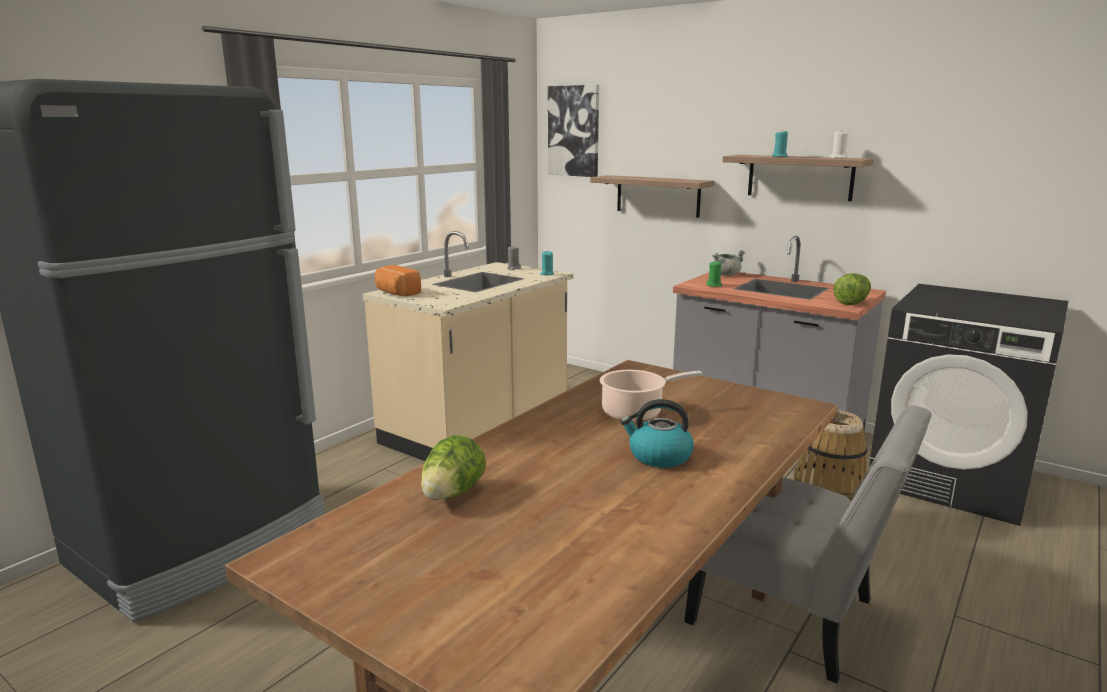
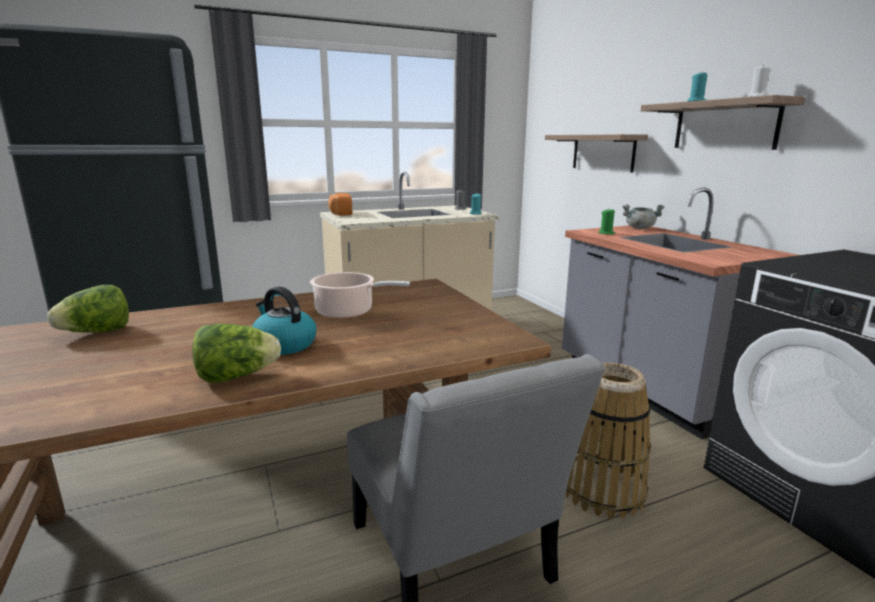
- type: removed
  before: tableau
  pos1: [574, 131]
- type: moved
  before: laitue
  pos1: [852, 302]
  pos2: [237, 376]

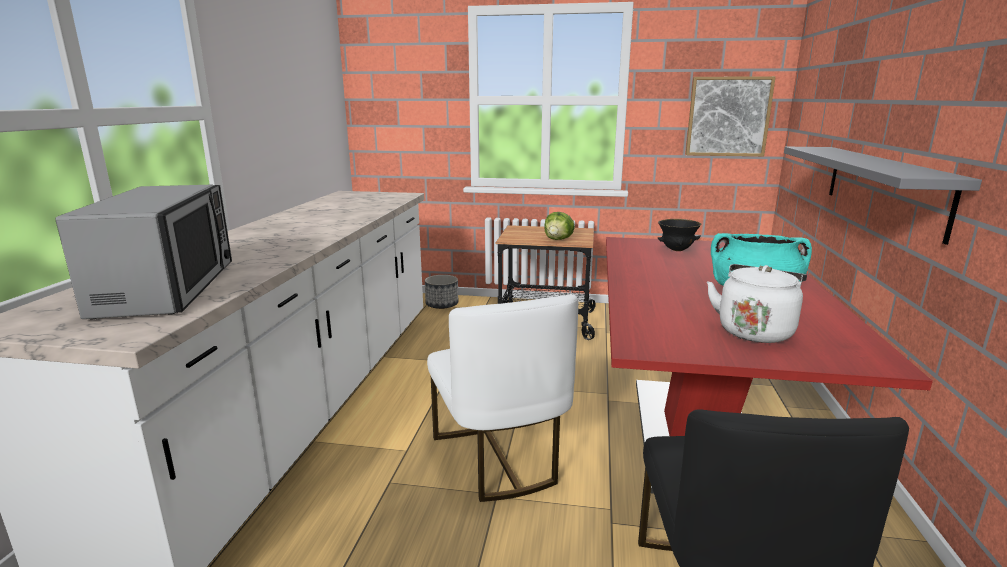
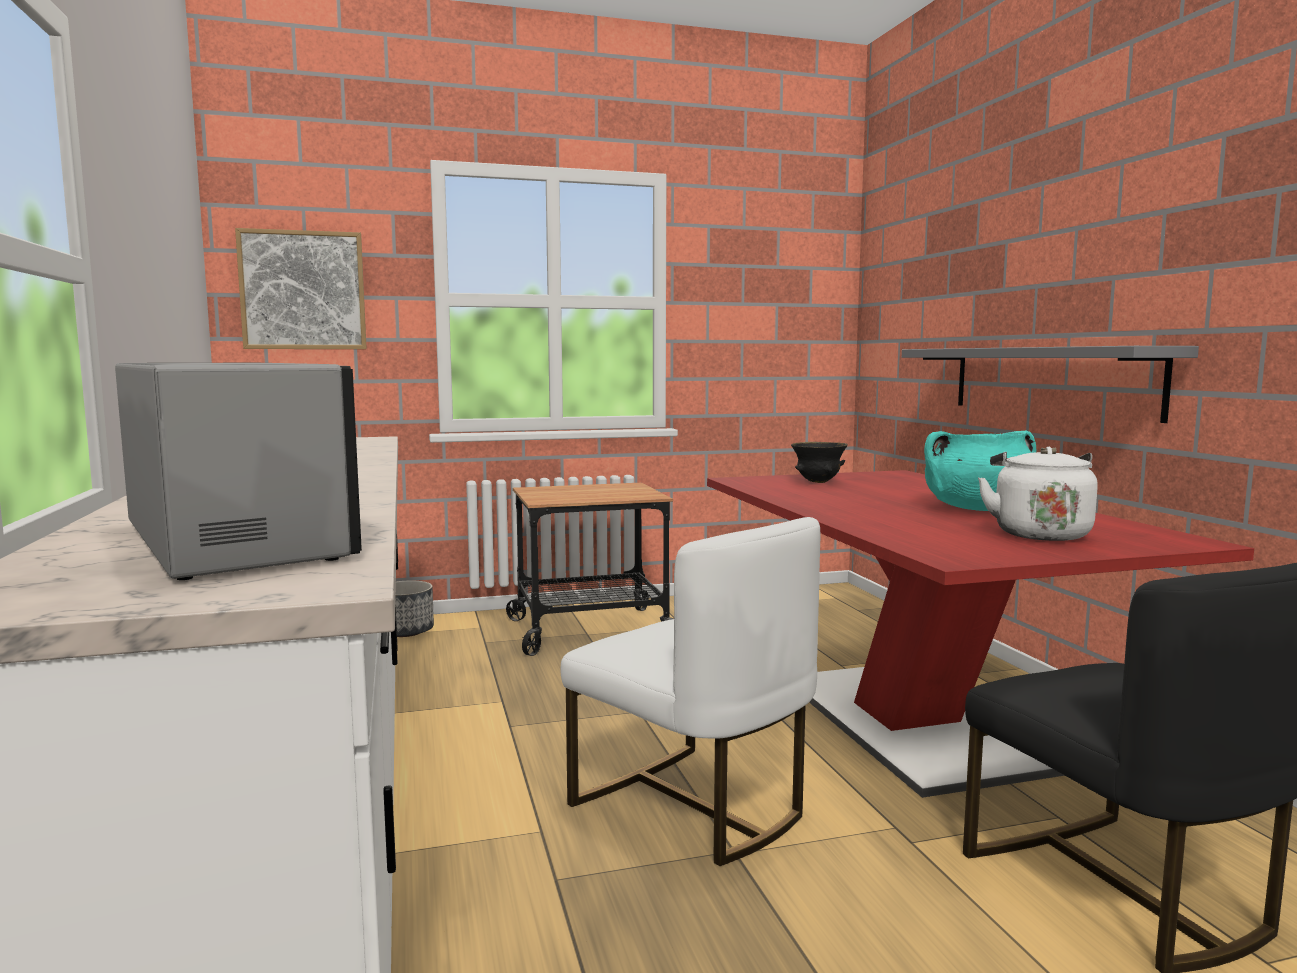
- type: removed
  before: laitue
  pos1: [558, 239]
- type: moved
  before: tableau
  pos1: [728, 116]
  pos2: [303, 290]

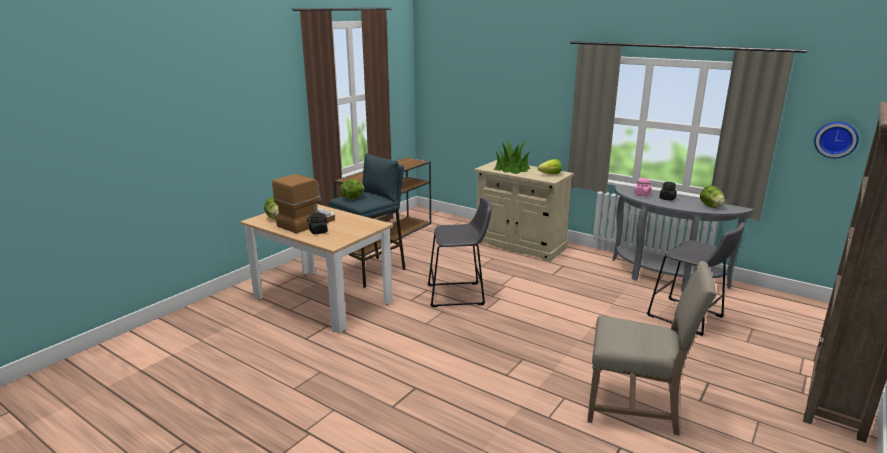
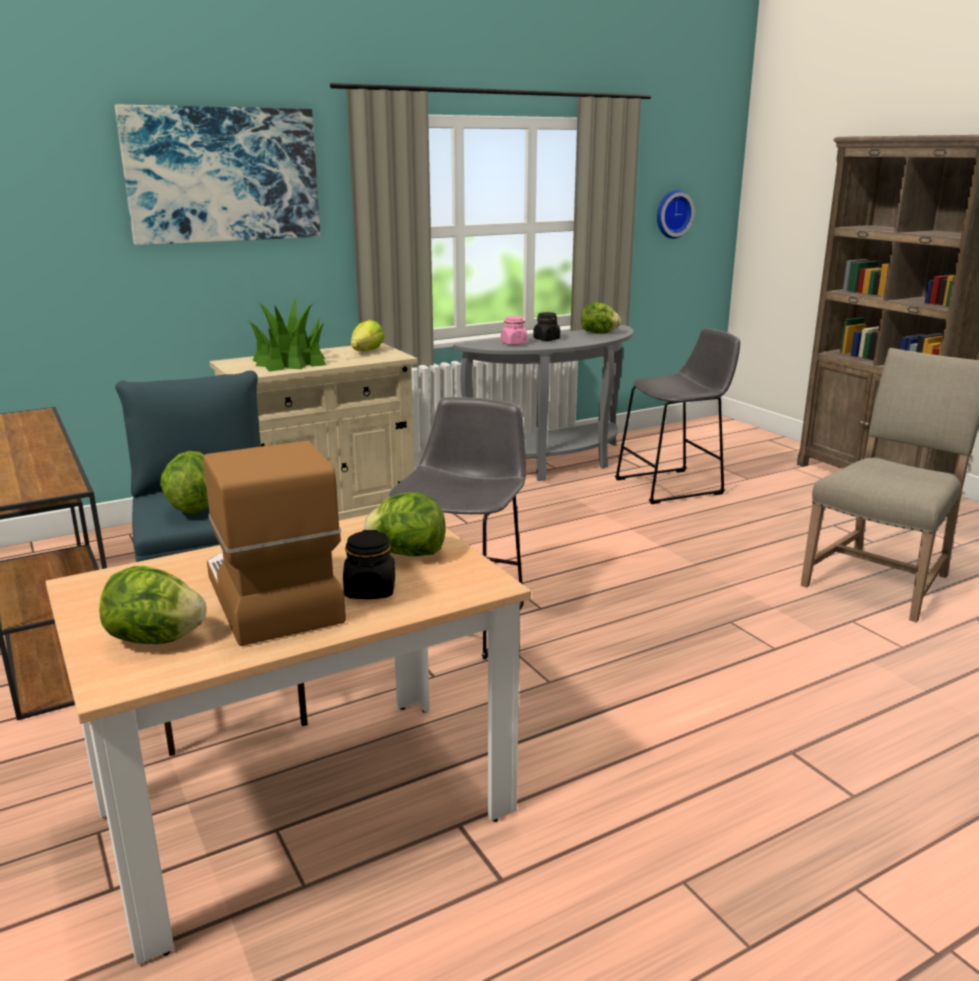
- type: added
  after: tableau
  pos2: [223, 175]
- type: added
  after: laitue
  pos2: [407, 553]

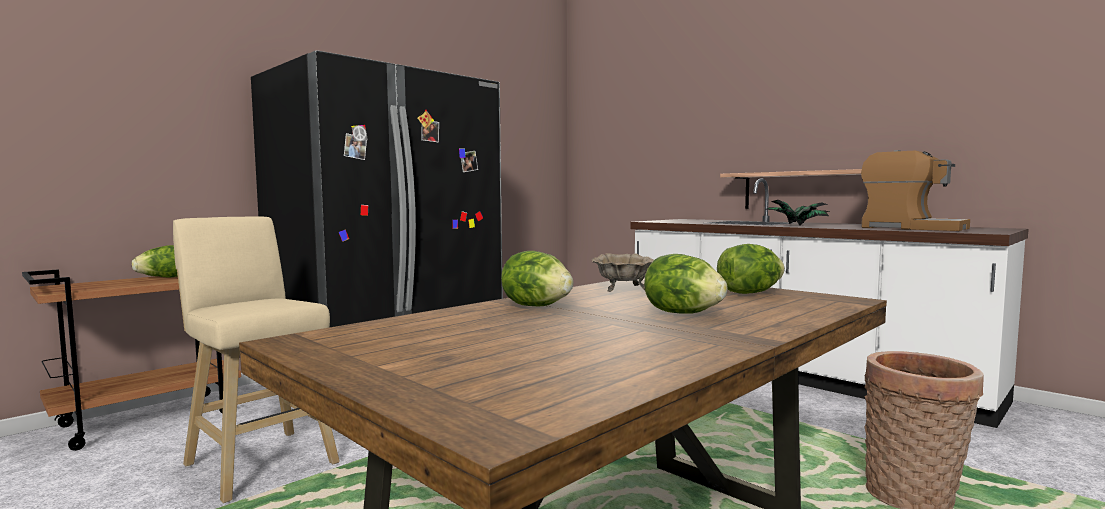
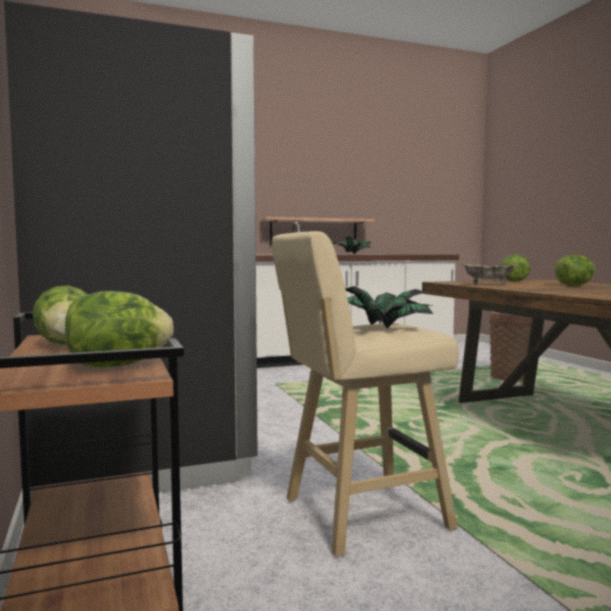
- type: moved
  before: laitue
  pos1: [536, 306]
  pos2: [117, 366]
- type: removed
  before: machine à café
  pos1: [911, 228]
- type: added
  after: plante en pot
  pos2: [381, 327]

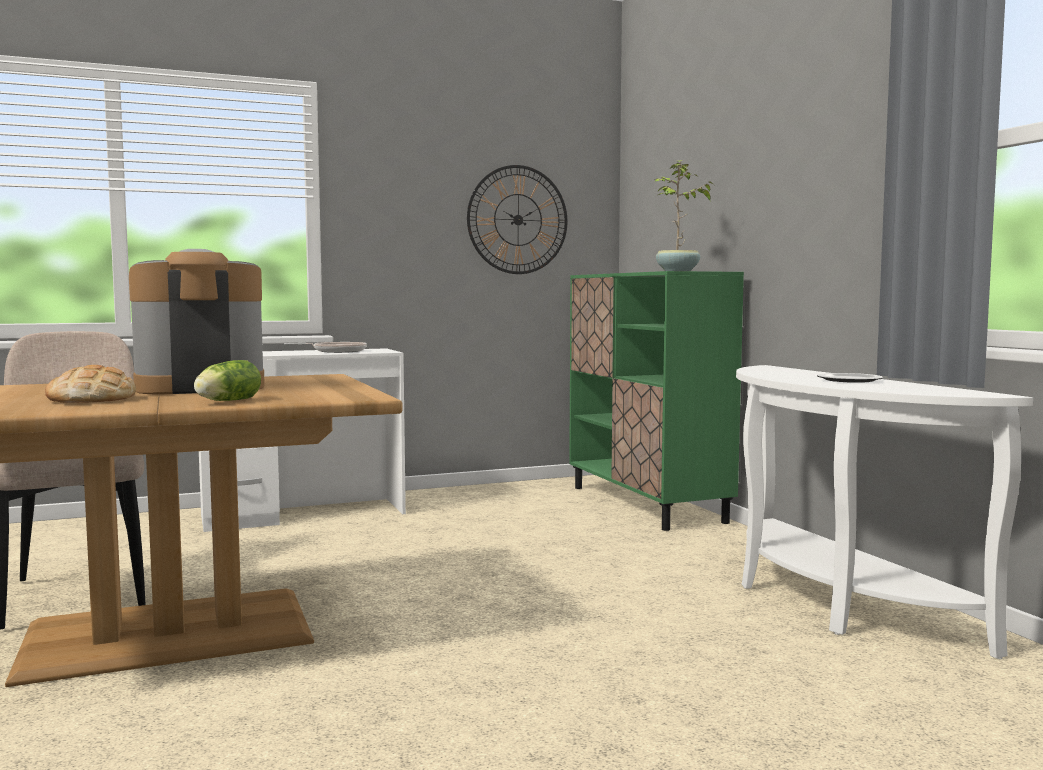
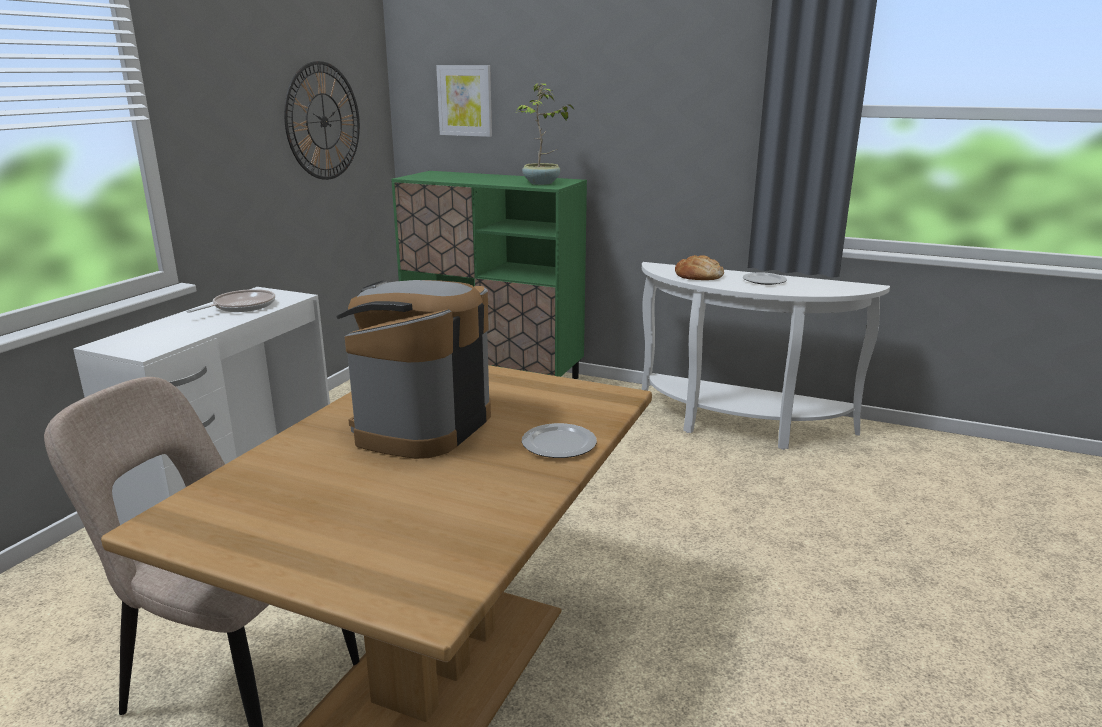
- type: moved
  before: pain
  pos1: [92, 399]
  pos2: [699, 275]
- type: replaced
  before: laitue
  after: assiette
  pos1: [226, 401]
  pos2: [559, 443]
- type: added
  after: tableau
  pos2: [465, 100]

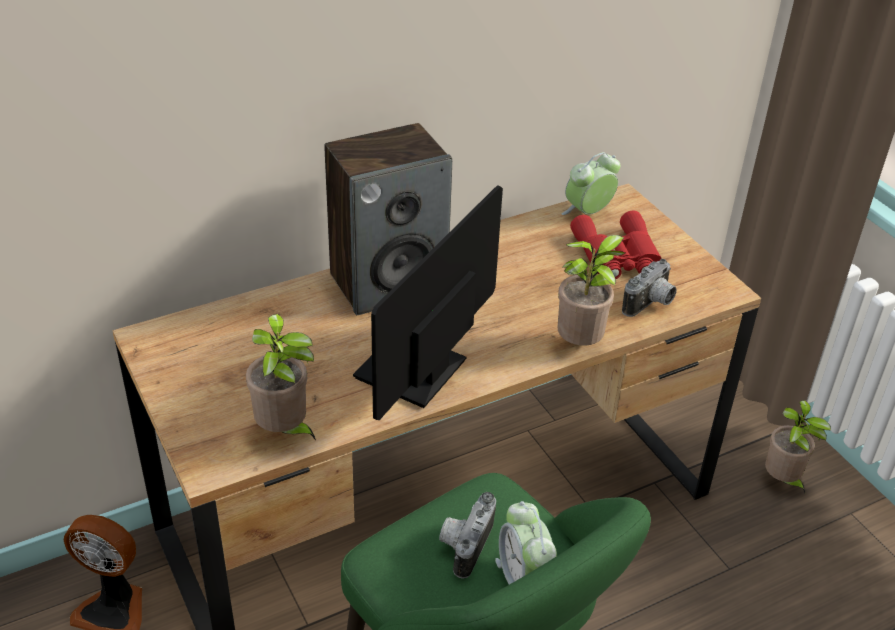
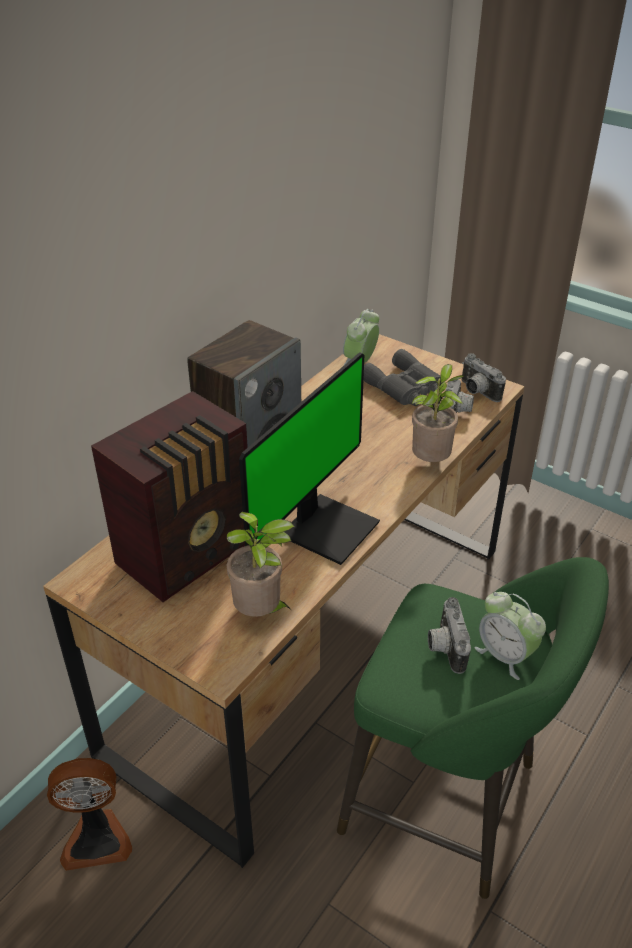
- type: turned
  before: écran d'ordinateur
  pos1: [414, 372]
  pos2: [326, 527]
  turn: -150
- type: recoloured
  before: jumelles/rouge
  after: jumelles/gris
  pos1: [616, 255]
  pos2: [405, 387]
- type: removed
  before: plante en pot
  pos1: [782, 481]
- type: added
  after: radio
  pos2: [189, 553]
- type: added
  after: appareil photo
  pos2: [476, 392]

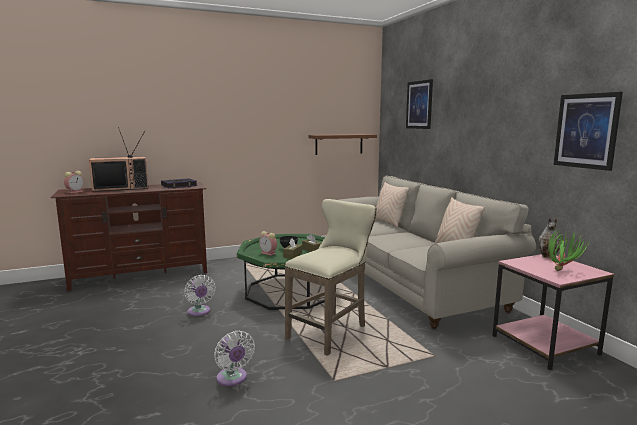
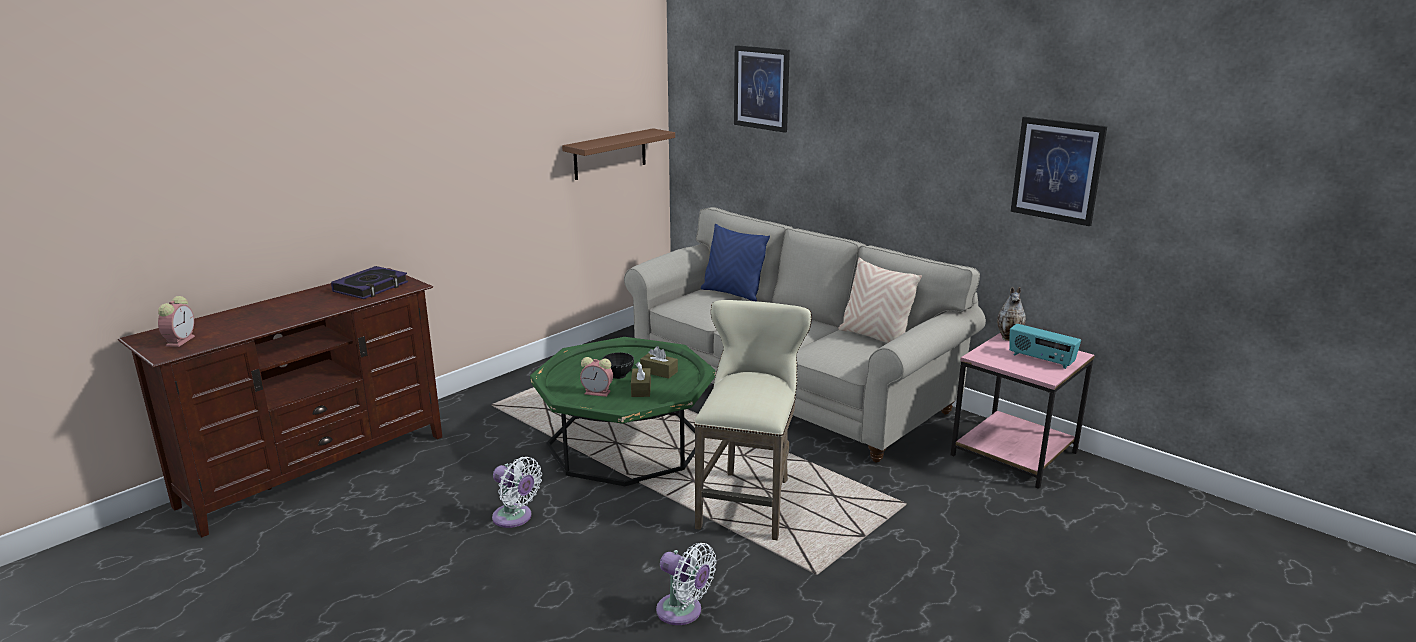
- type: removed
  before: téléviseur
  pos1: [122, 188]
- type: recoloured
  before: coussin/beige
  after: coussin/bleu
  pos1: [388, 222]
  pos2: [733, 293]
- type: replaced
  before: plante en pot
  after: radio
  pos1: [562, 270]
  pos2: [1040, 360]

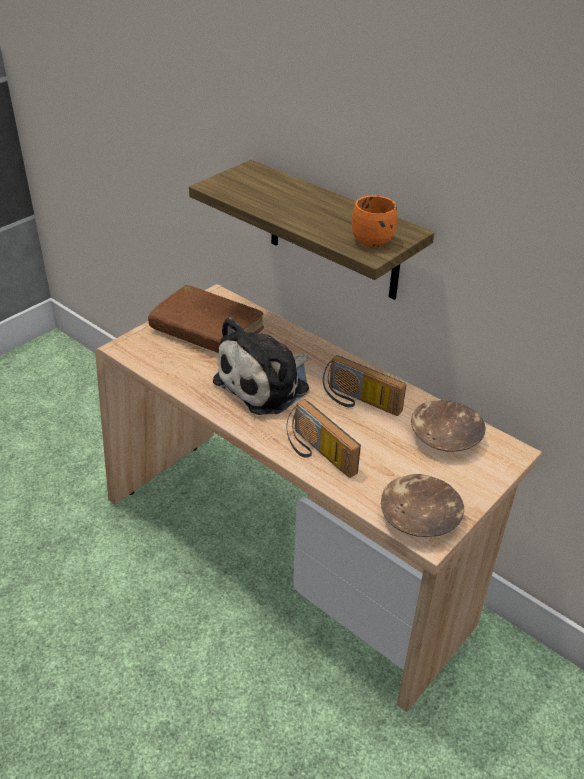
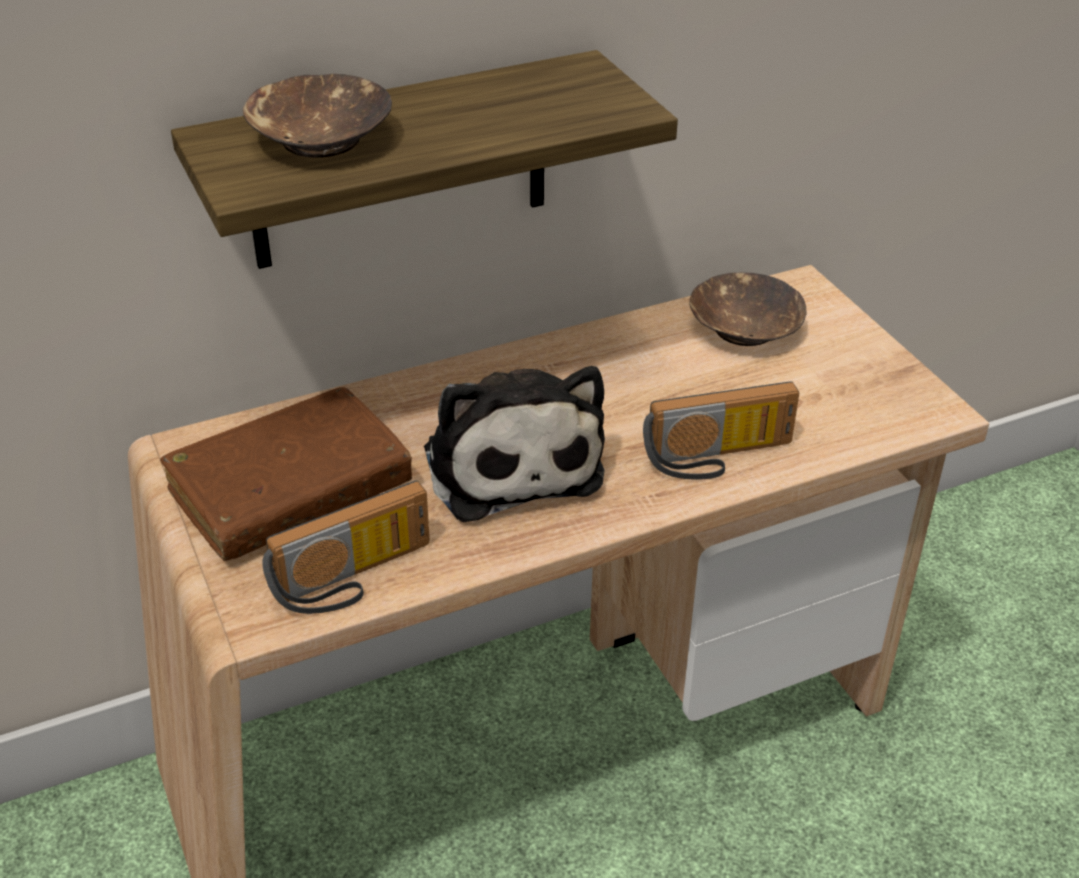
- type: moved
  before: radio
  pos1: [358, 402]
  pos2: [355, 579]
- type: removed
  before: mug/orange
  pos1: [370, 237]
- type: moved
  before: bol/marron
  pos1: [420, 517]
  pos2: [320, 138]

